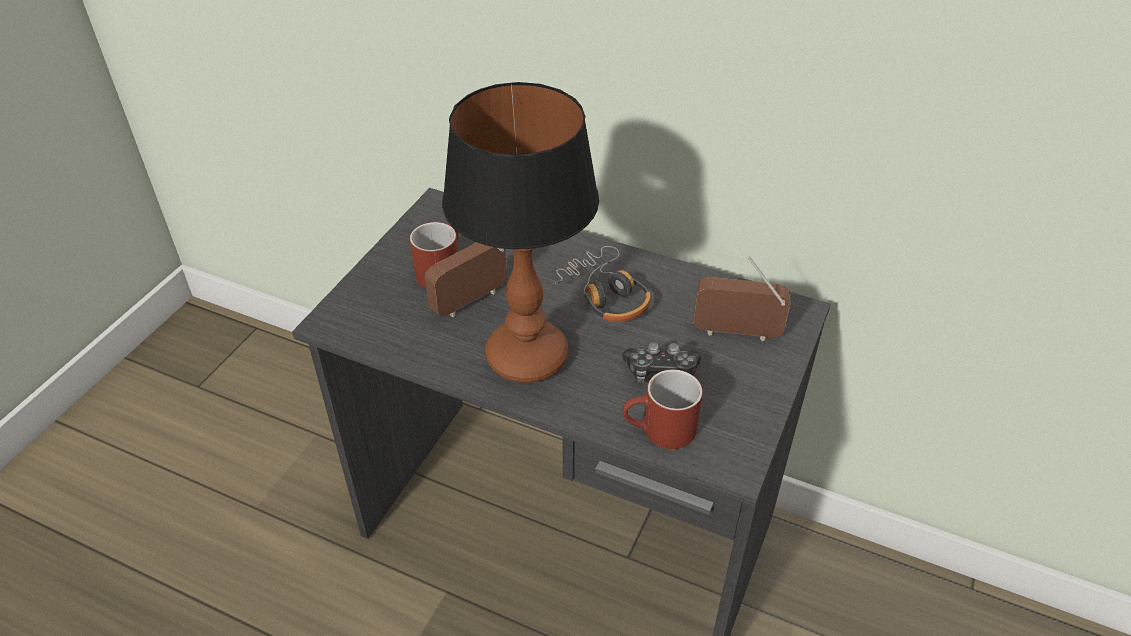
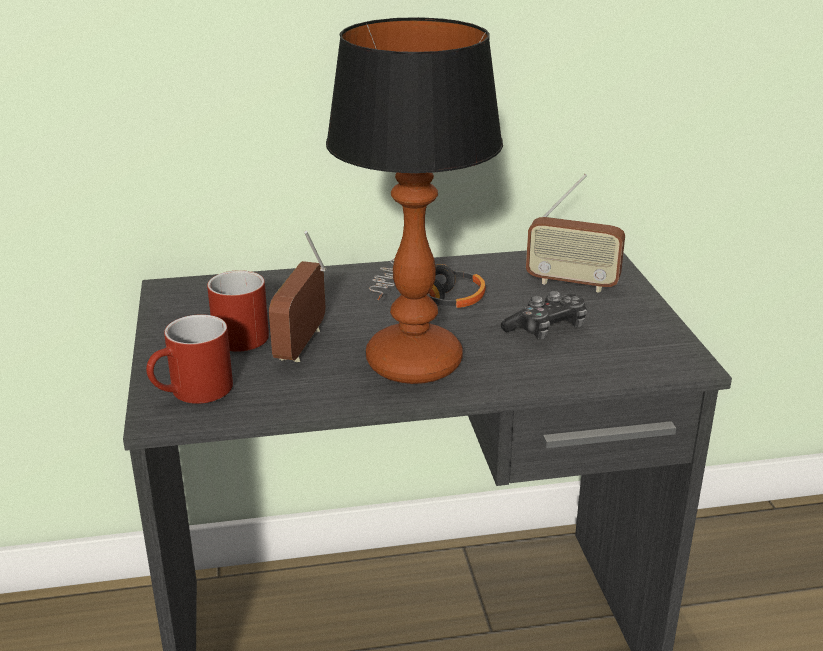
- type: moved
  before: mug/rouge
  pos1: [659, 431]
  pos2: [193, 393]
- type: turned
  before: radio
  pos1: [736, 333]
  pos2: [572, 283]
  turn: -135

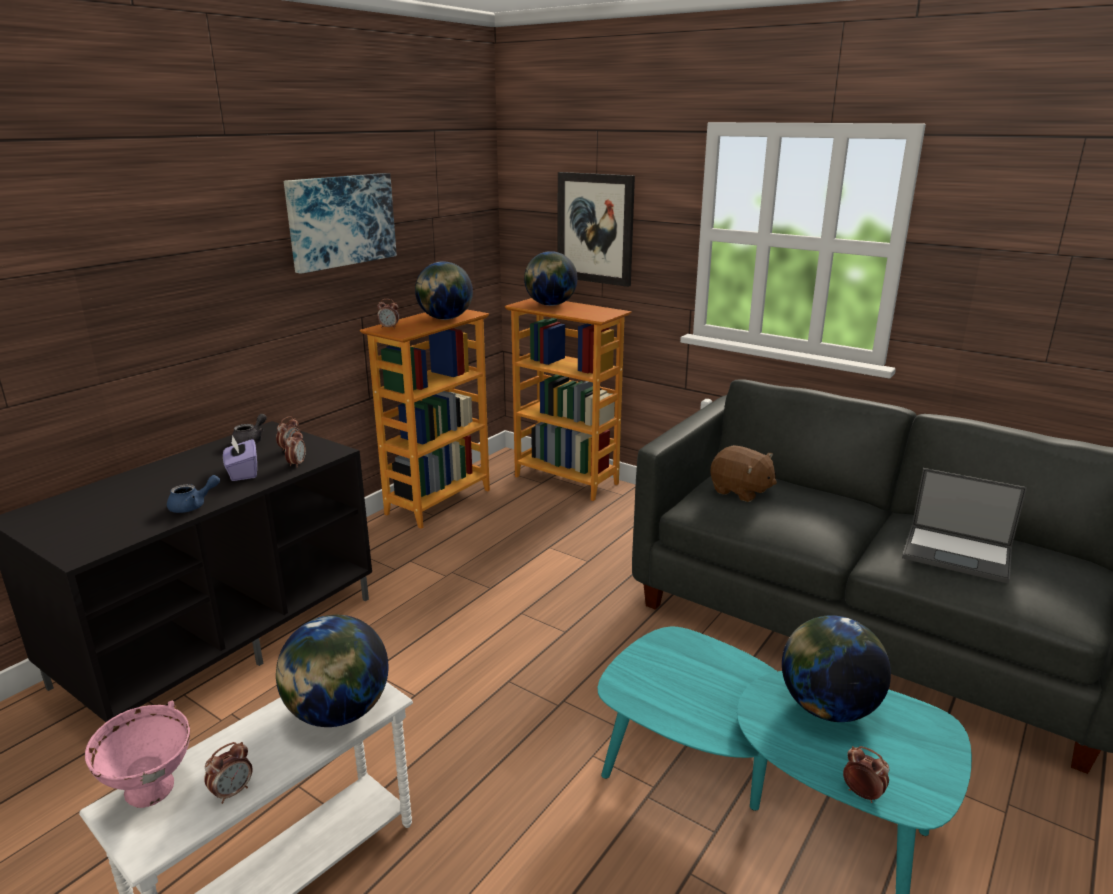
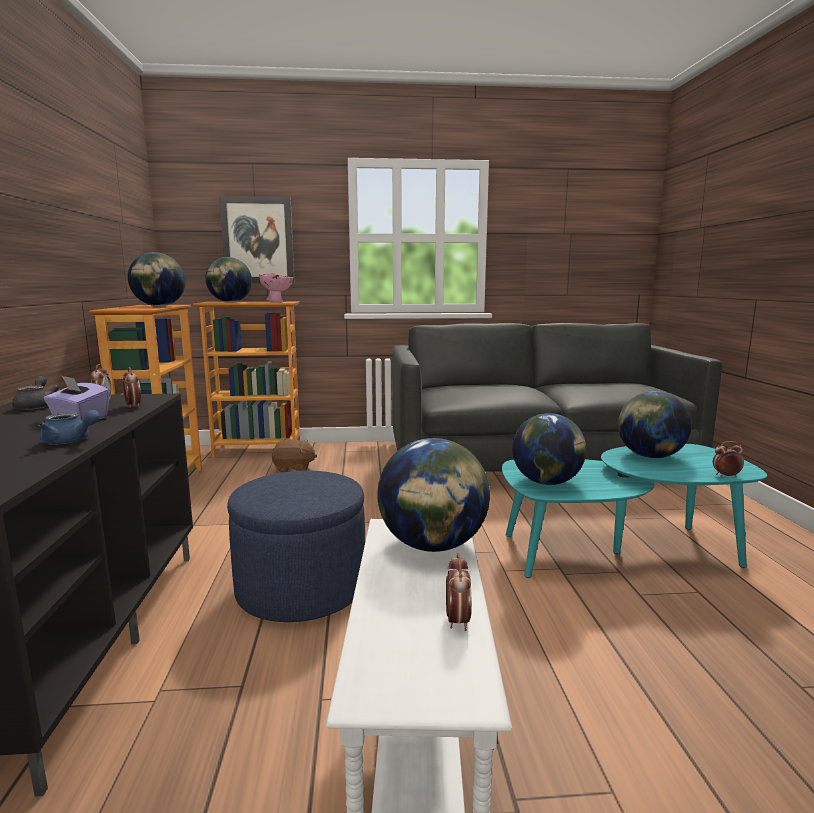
- type: moved
  before: bol/rose
  pos1: [153, 793]
  pos2: [277, 302]
- type: turned
  before: théière/bleu
  pos1: [193, 506]
  pos2: [70, 441]
  turn: 90
- type: removed
  before: tableau
  pos1: [341, 220]
- type: removed
  before: réveil
  pos1: [389, 327]
- type: moved
  before: peluche/marron
  pos1: [740, 491]
  pos2: [293, 469]
- type: removed
  before: ordinateur portable
  pos1: [958, 553]
- type: added
  after: pouf/bleu
  pos2: [301, 588]
- type: added
  after: globe
  pos2: [547, 482]

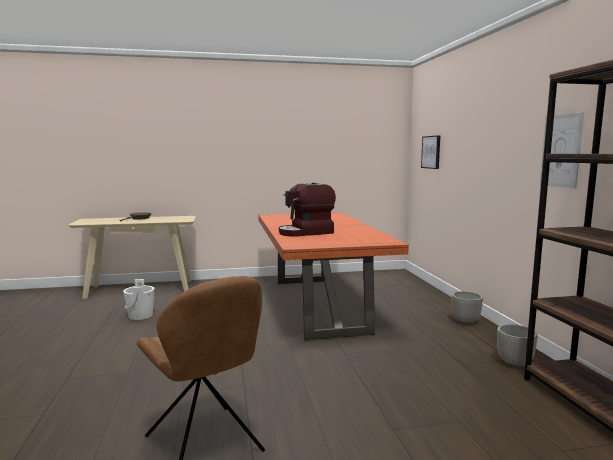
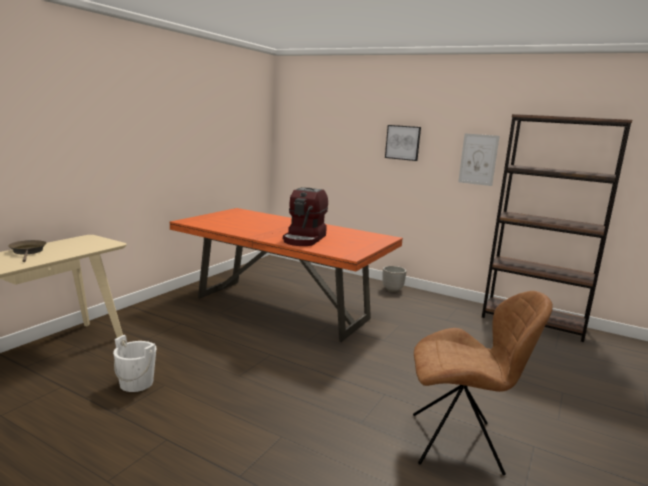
- type: moved
  before: tableau
  pos1: [431, 152]
  pos2: [403, 142]
- type: removed
  before: cache-pot
  pos1: [515, 363]

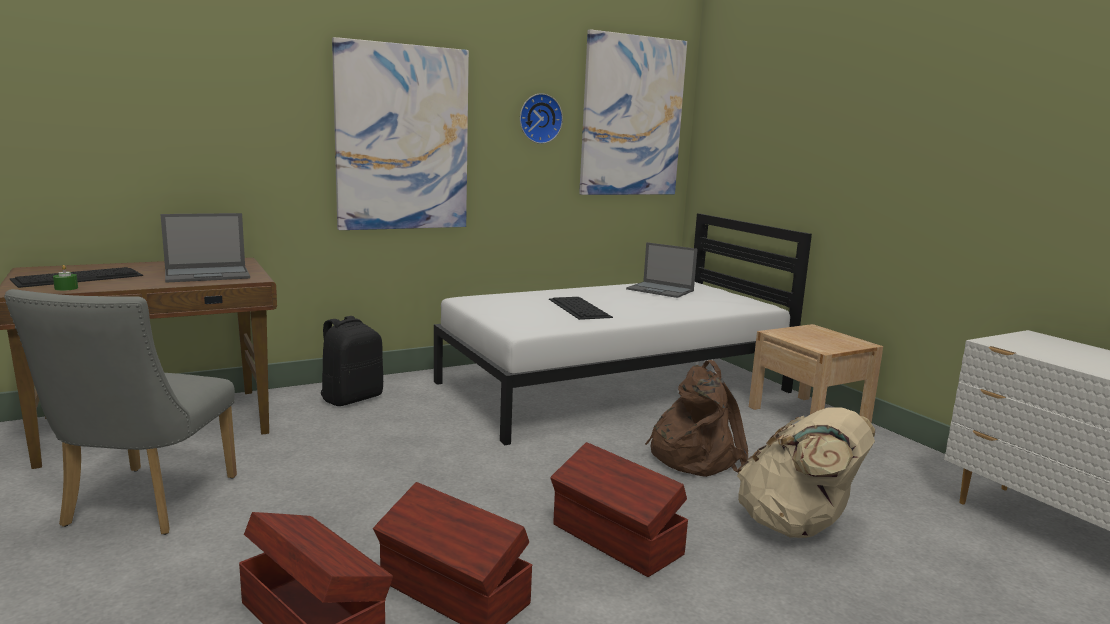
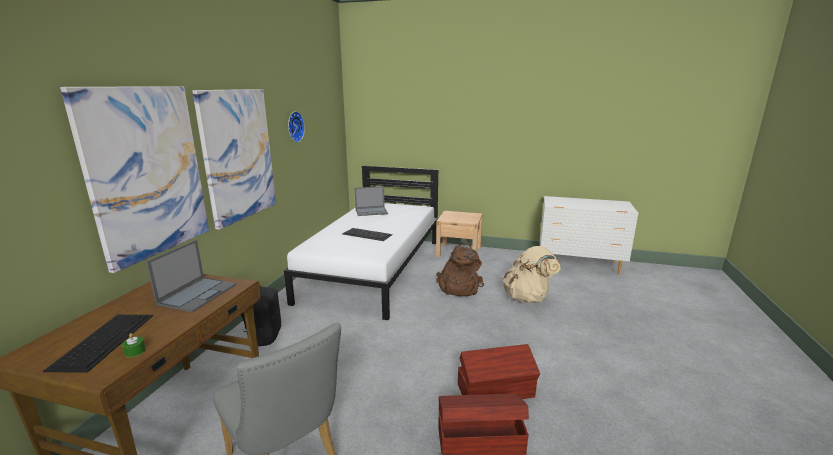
- type: removed
  before: boîte de rangement/marron
  pos1: [616, 540]
- type: moved
  before: tableau
  pos1: [632, 117]
  pos2: [146, 172]

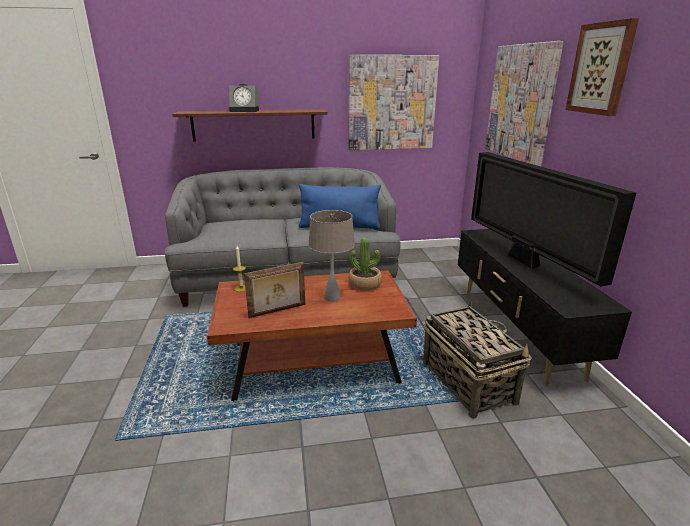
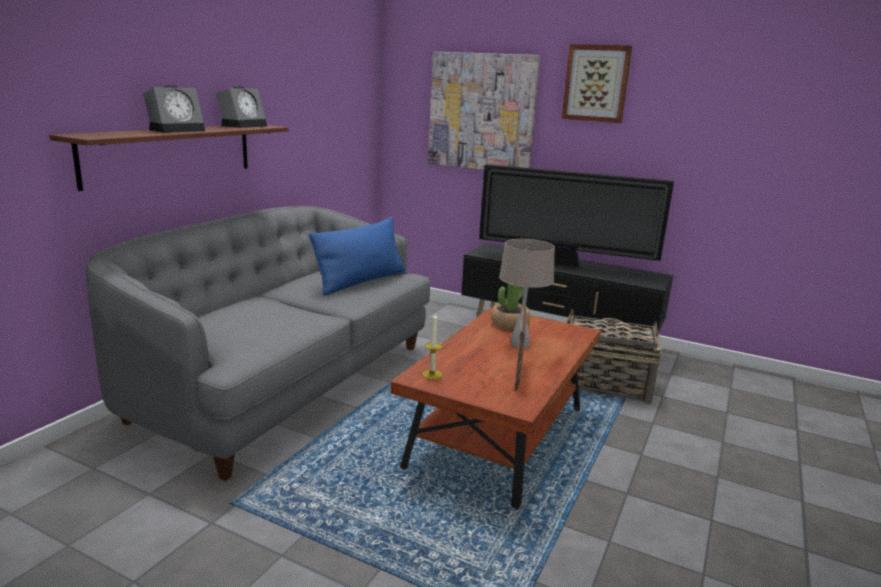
- type: removed
  before: tableau
  pos1: [391, 103]
- type: added
  after: réveil
  pos2: [243, 125]

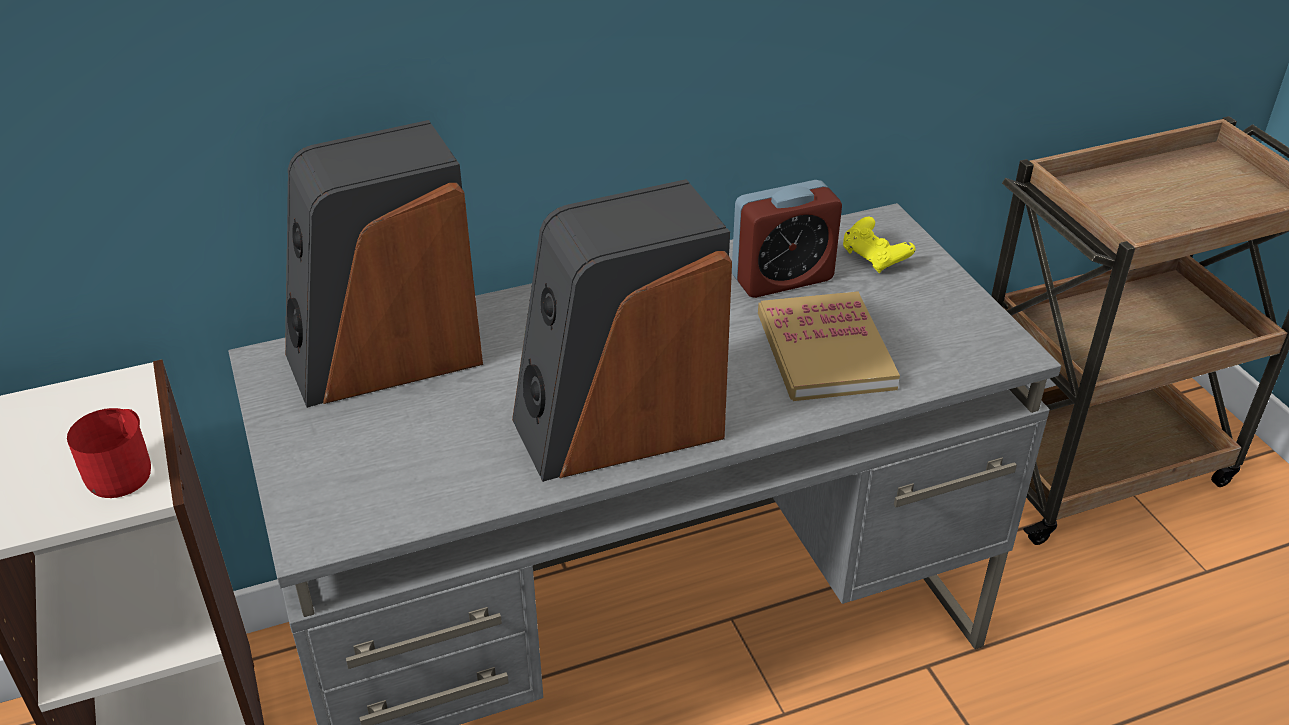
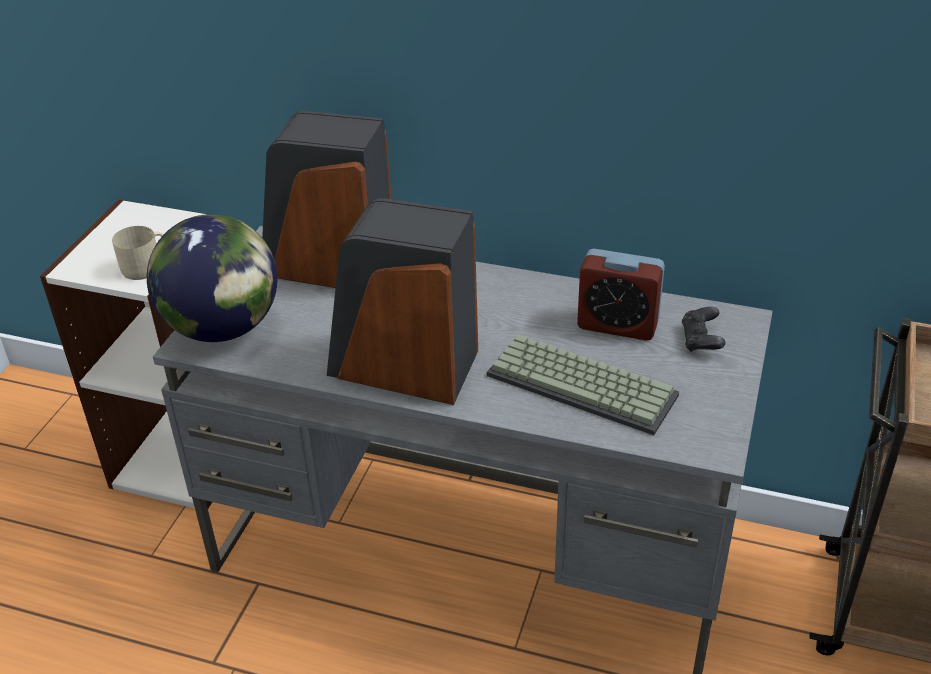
- type: recoloured
  before: mug/rouge
  after: mug/beige
  pos1: [124, 469]
  pos2: [146, 266]
- type: replaced
  before: livre
  after: clavier
  pos1: [825, 351]
  pos2: [584, 384]
- type: recoloured
  before: manette/jaune
  after: manette/noir
  pos1: [874, 258]
  pos2: [701, 340]
- type: added
  after: globe
  pos2: [223, 328]

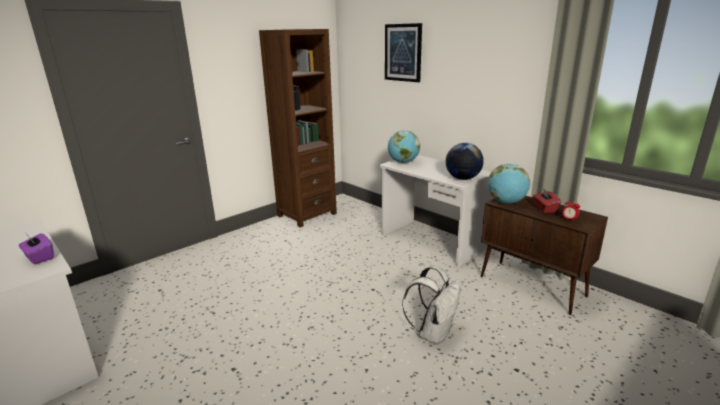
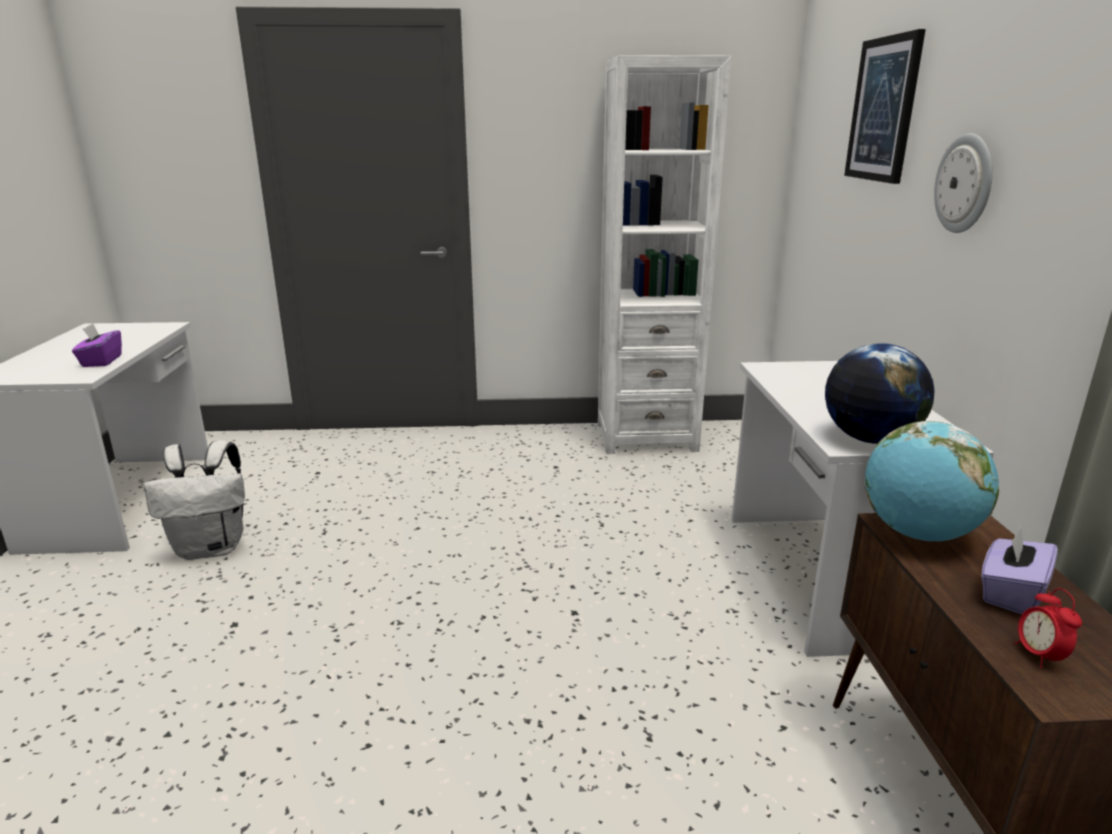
- type: recoloured
  before: bibliothèque/marron
  after: bibliothèque/blanc
  pos1: [307, 214]
  pos2: [646, 437]
- type: removed
  before: globe
  pos1: [403, 162]
- type: moved
  before: sac à dos/blanc
  pos1: [433, 333]
  pos2: [212, 548]
- type: recoloured
  before: boîte à mouchoirs/rouge
  after: boîte à mouchoirs/violet
  pos1: [544, 209]
  pos2: [1010, 593]
- type: added
  after: horloge murale
  pos2: [965, 184]

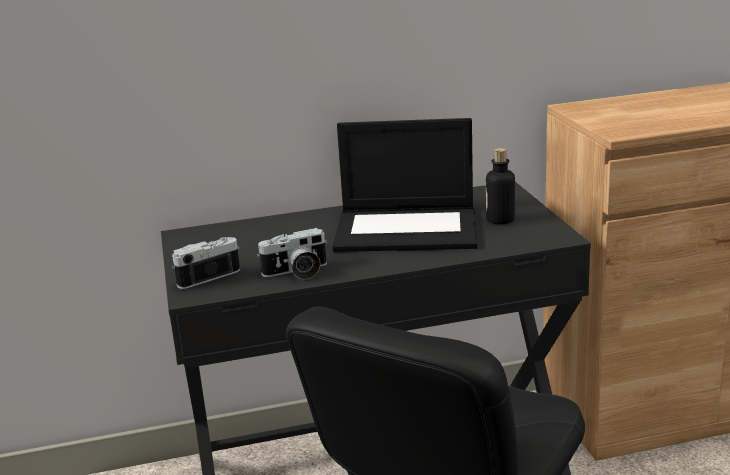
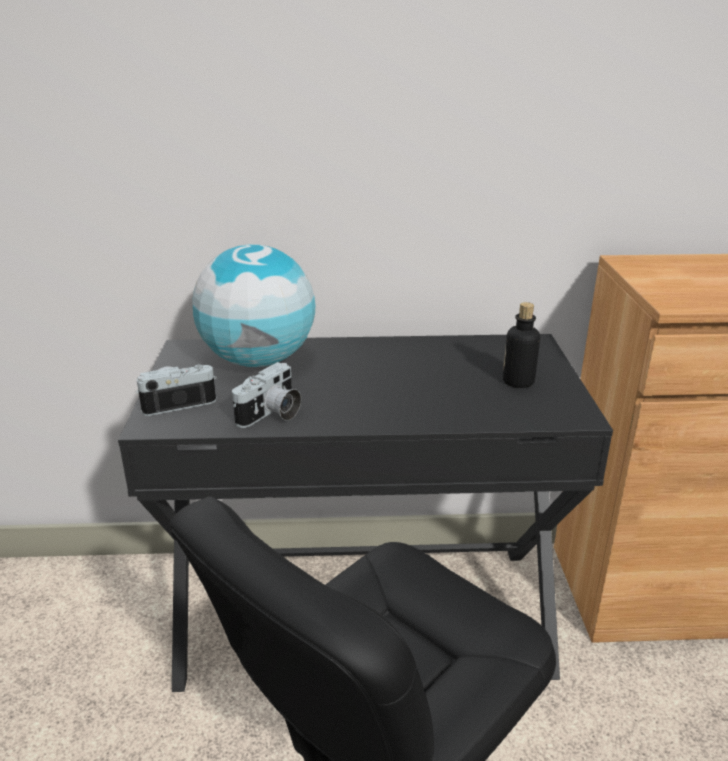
- type: turned
  before: appareil photo
  pos1: [297, 272]
  pos2: [271, 415]
  turn: -45
- type: removed
  before: ordinateur portable
  pos1: [408, 229]
- type: added
  after: globe
  pos2: [258, 360]

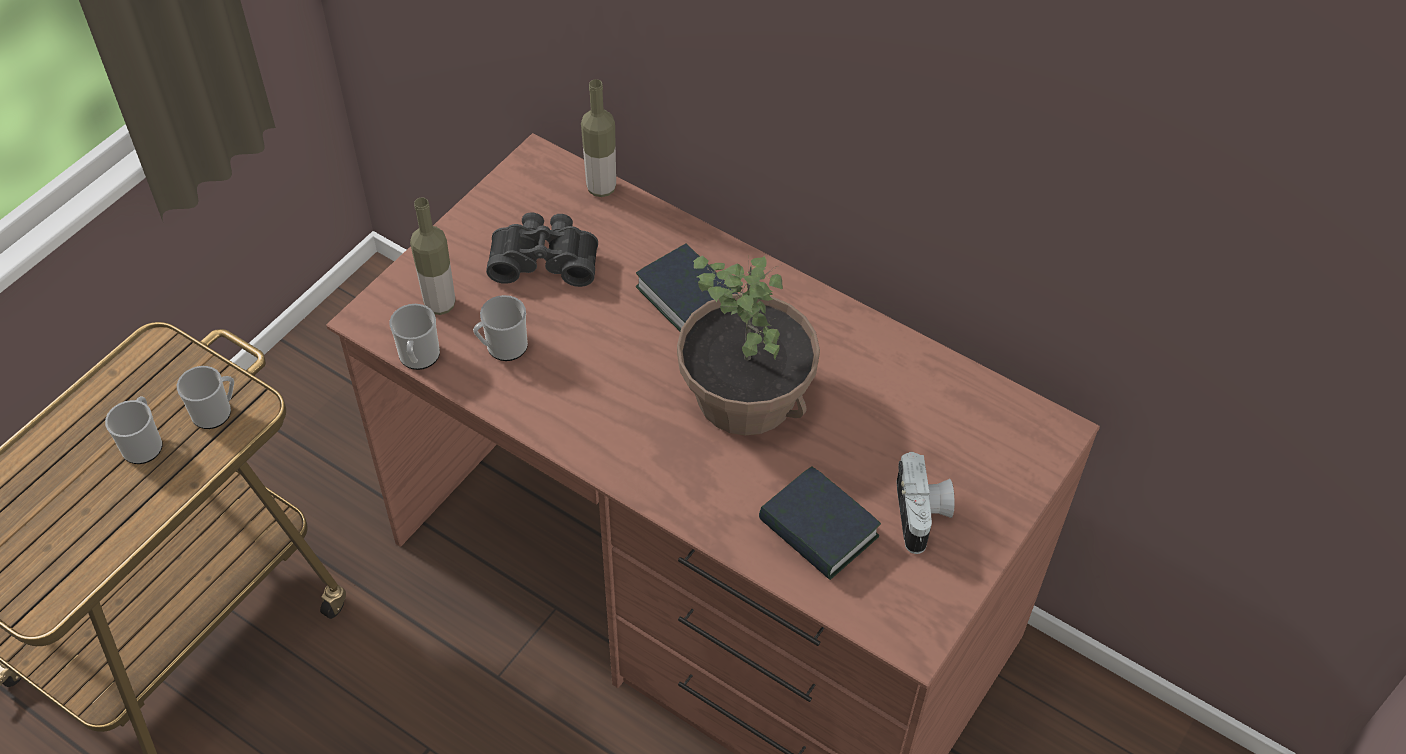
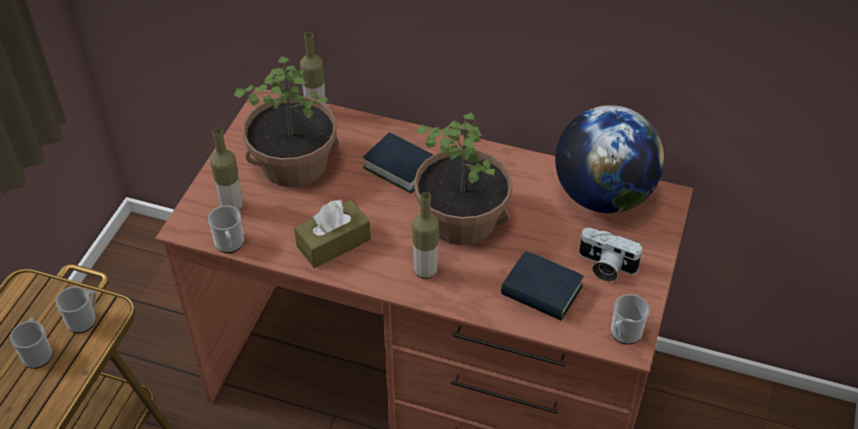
- type: moved
  before: mug
  pos1: [502, 347]
  pos2: [624, 334]
- type: replaced
  before: jumelles/noir
  after: plante en pot
  pos1: [545, 259]
  pos2: [294, 163]
- type: turned
  before: appareil photo
  pos1: [923, 515]
  pos2: [605, 266]
  turn: 135
- type: added
  after: boîte à mouchoirs/marron
  pos2: [333, 243]
- type: added
  after: bouteille
  pos2: [425, 271]
- type: added
  after: globe
  pos2: [602, 196]

